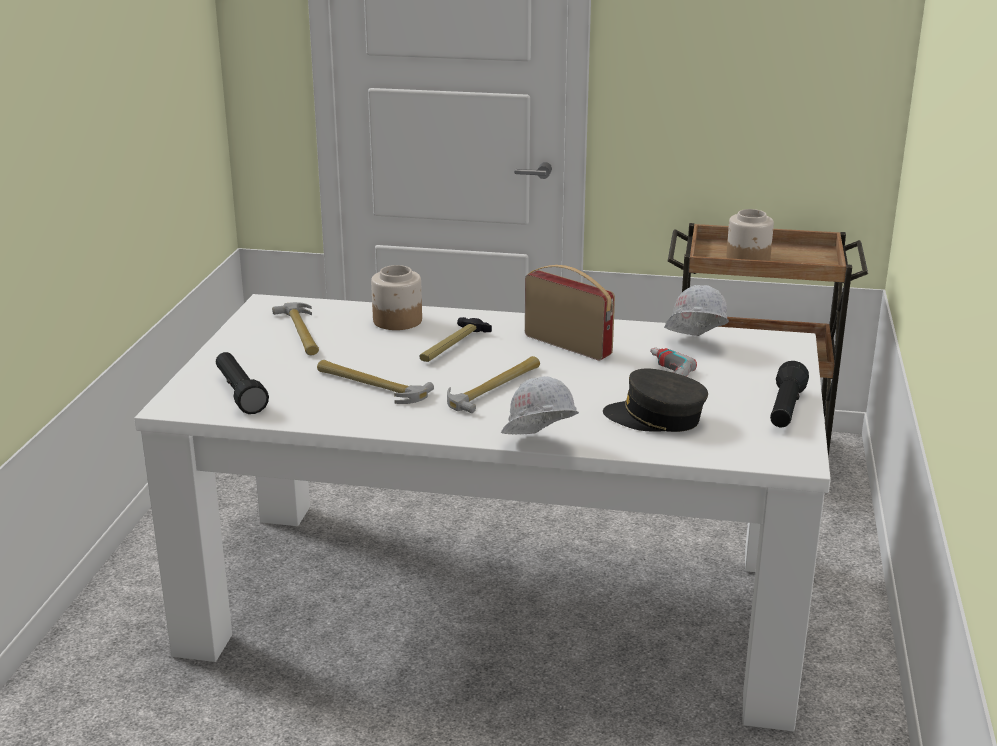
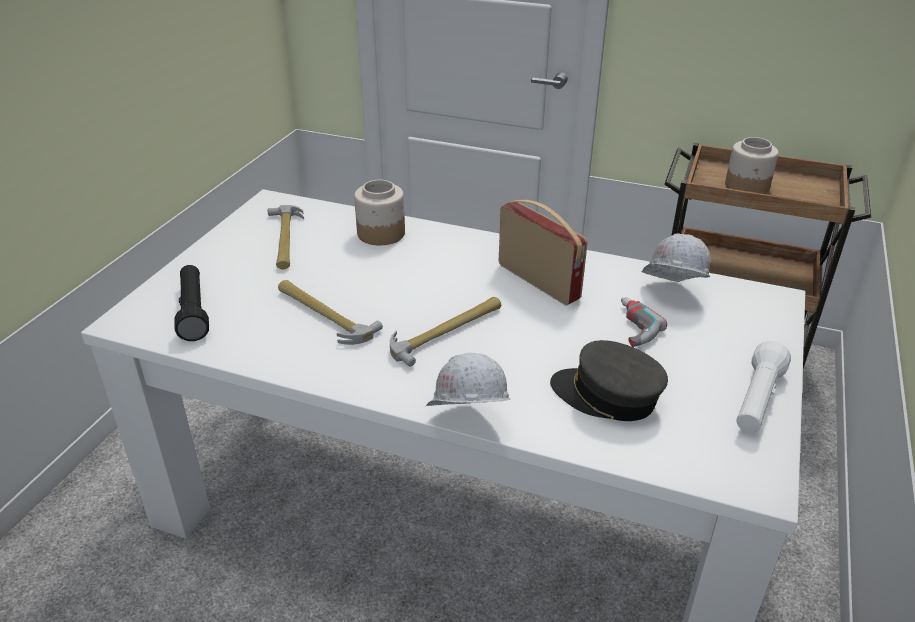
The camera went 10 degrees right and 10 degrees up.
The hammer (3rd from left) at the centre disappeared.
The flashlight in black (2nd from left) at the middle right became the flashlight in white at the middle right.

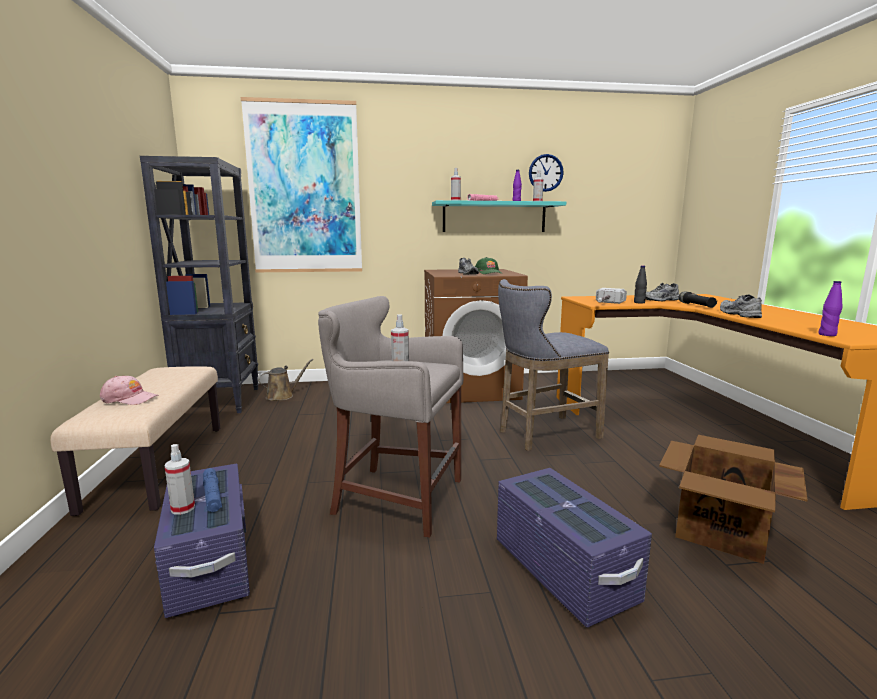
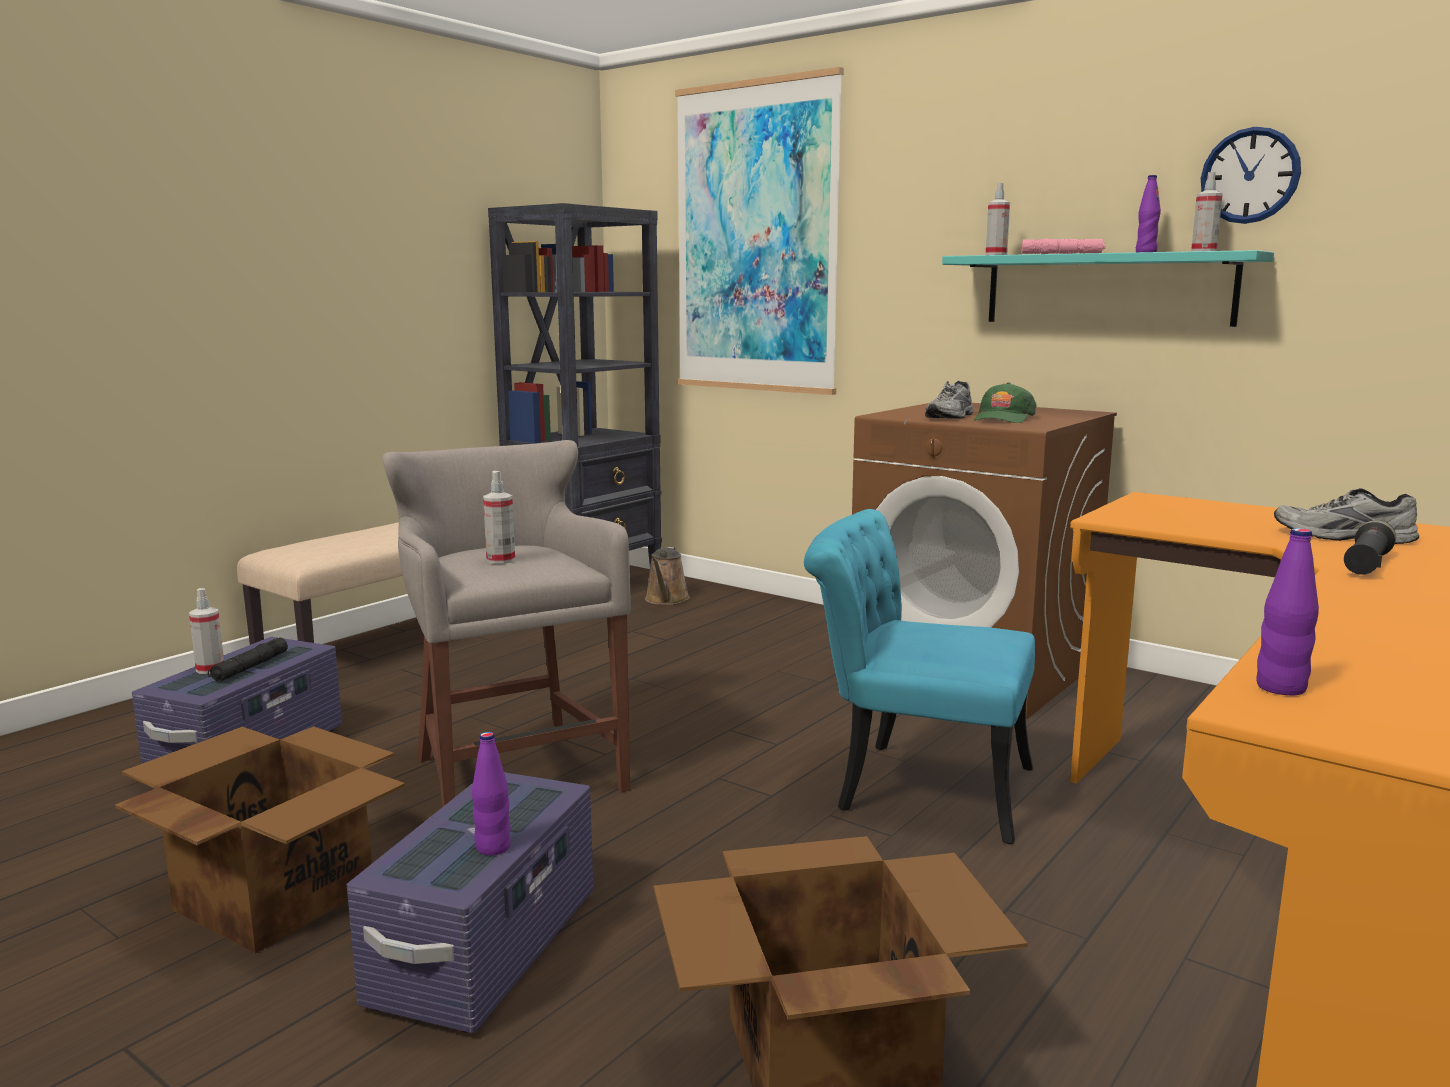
The camera went 45 degrees right and 0 degrees up.
The cap in pink at the middle left disappeared.
The flashlight in blue at the bottom left became the flashlight in black (1st from left) at the middle left.
The watering can in brown at the middle left turned 90 degrees clockwise.
The stool in grey (2nd from left) at the centre was replaced by the chair in turquoise at the centre.
The hammer at the middle right disappeared.
The bottle in black at the middle right disappeared.
The shoe in grey (3rd from left) at the middle right disappeared.
The cardboard box (1st from left) at the bottom left appeared.
The bottle in purple (1st from left) at the bottom centre appeared.

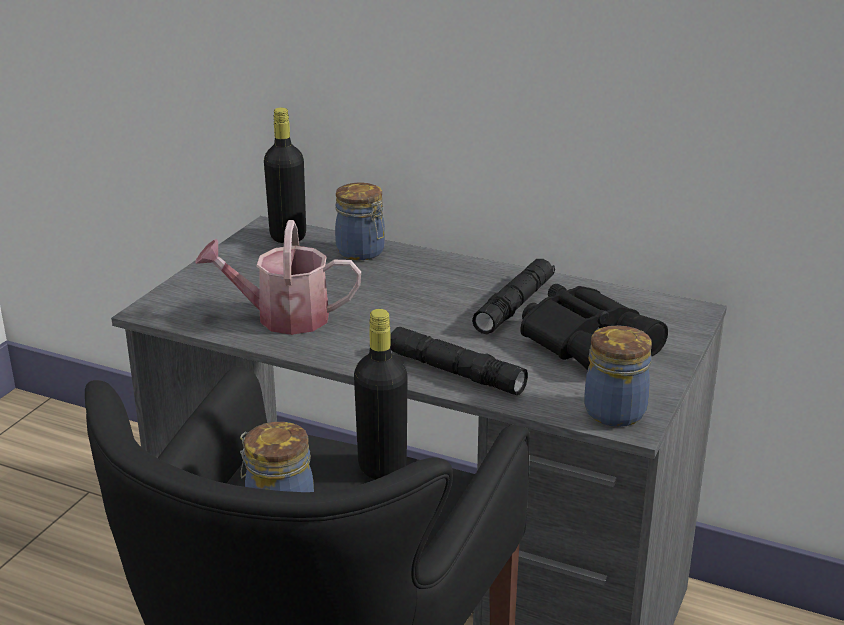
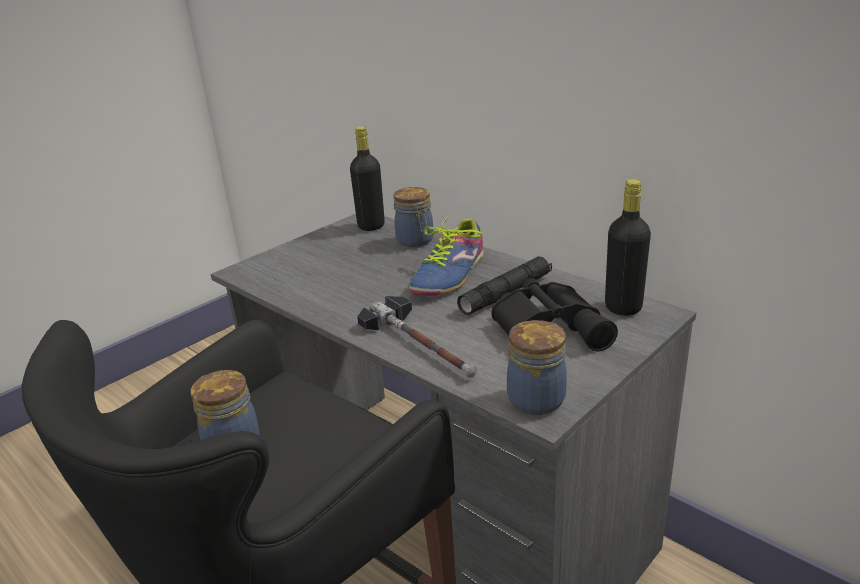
The camera went 20 degrees right and 0 degrees up.
The watering can at the middle left disappeared.
The bottle in black (2nd from left) moved from the centre to the middle right.
The flashlight in black (1st from left) at the centre was replaced by the hammer at the centre.
The shoe at the centre appeared.

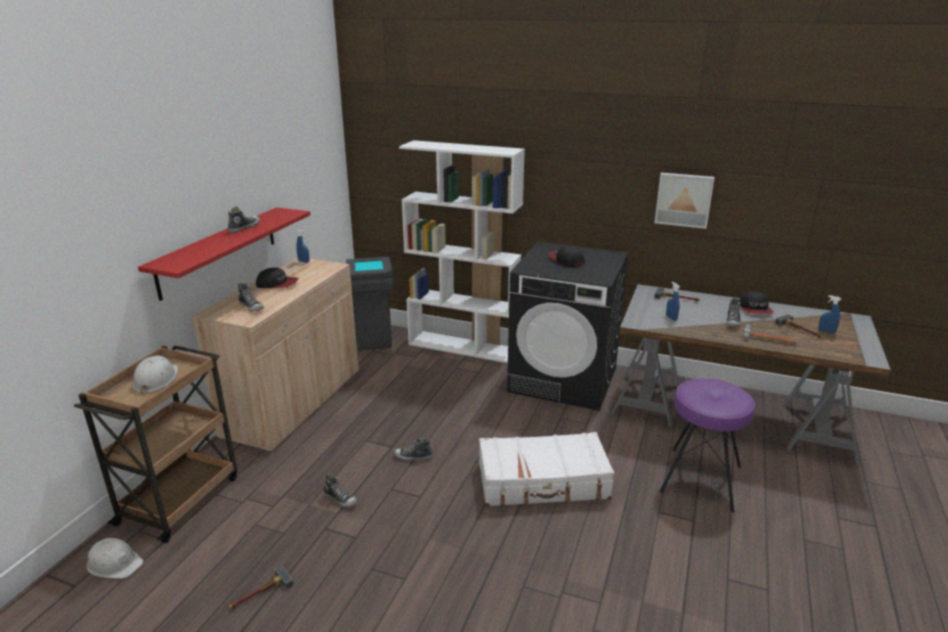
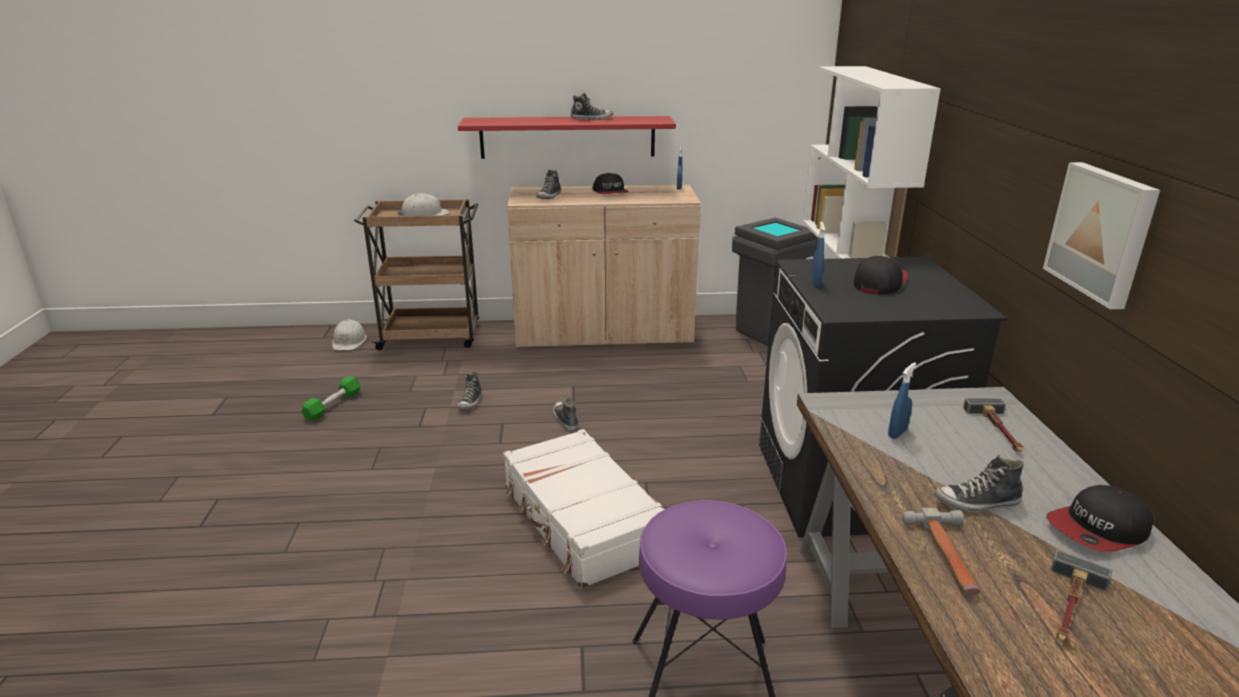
The camera went 65 degrees right and 0 degrees up.
The hammer (1st from left) at the bottom left was replaced by the dumbbell in green at the middle left.
The spray bottle in blue (3rd from left in the first image) moved from the middle right to the centre.

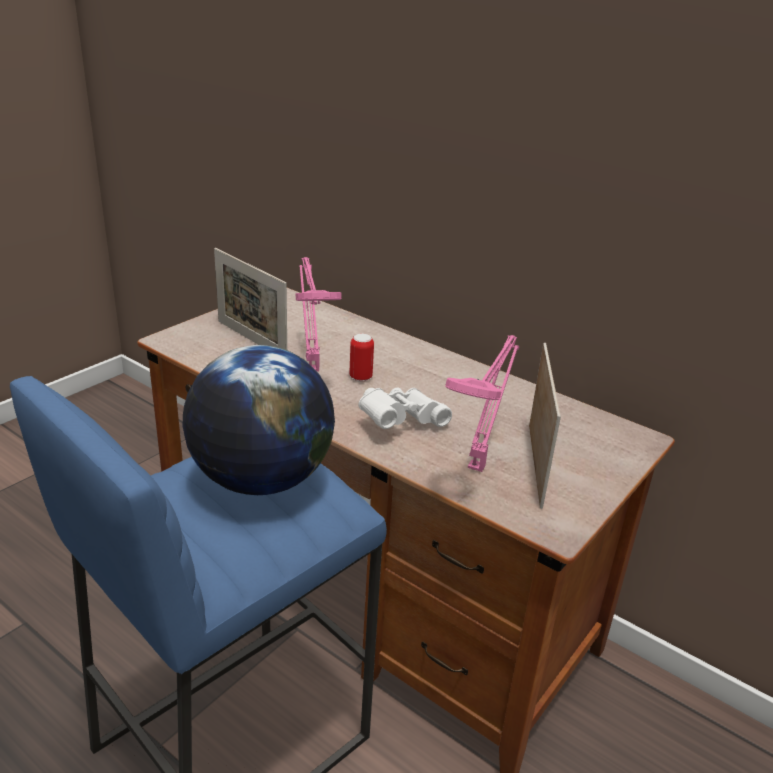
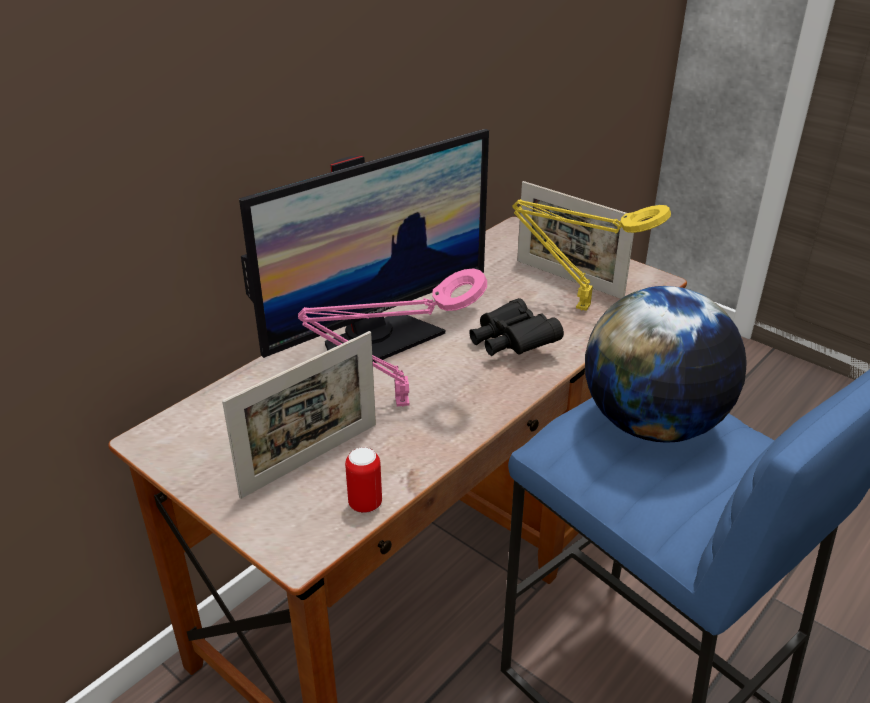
The camera went 85 degrees left and 5 degrees up.
The can moved from the centre to the bottom centre.
The binoculars in white at the centre became the binoculars in black at the centre.
The table lamp in pink (2nd from left) at the centre became the table lamp in yellow at the middle right.
The picture frame (2nd from left) at the middle right turned 150 degrees counterclockwise.
The monitor at the centre appeared.

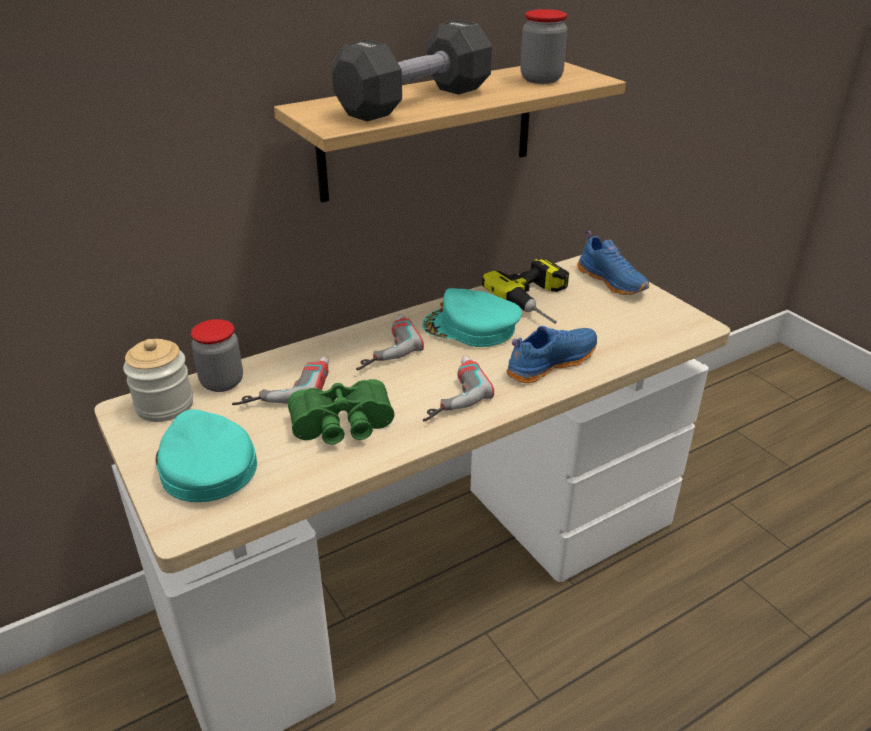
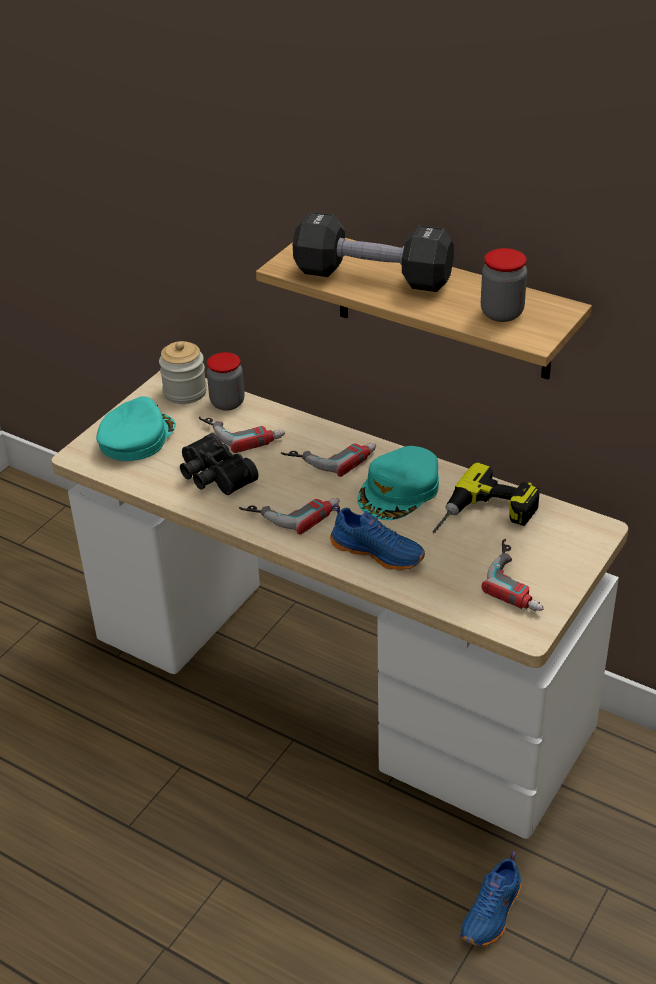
The camera went 65 degrees right and 5 degrees up.
The binoculars in green at the centre became the binoculars in black at the centre.
The cap in turquoise (2nd from left) at the centre turned 135 degrees counterclockwise.
The shoe in blue (2nd from left) moved from the middle right to the bottom right.
The power drill (5th from left) at the middle right appeared.

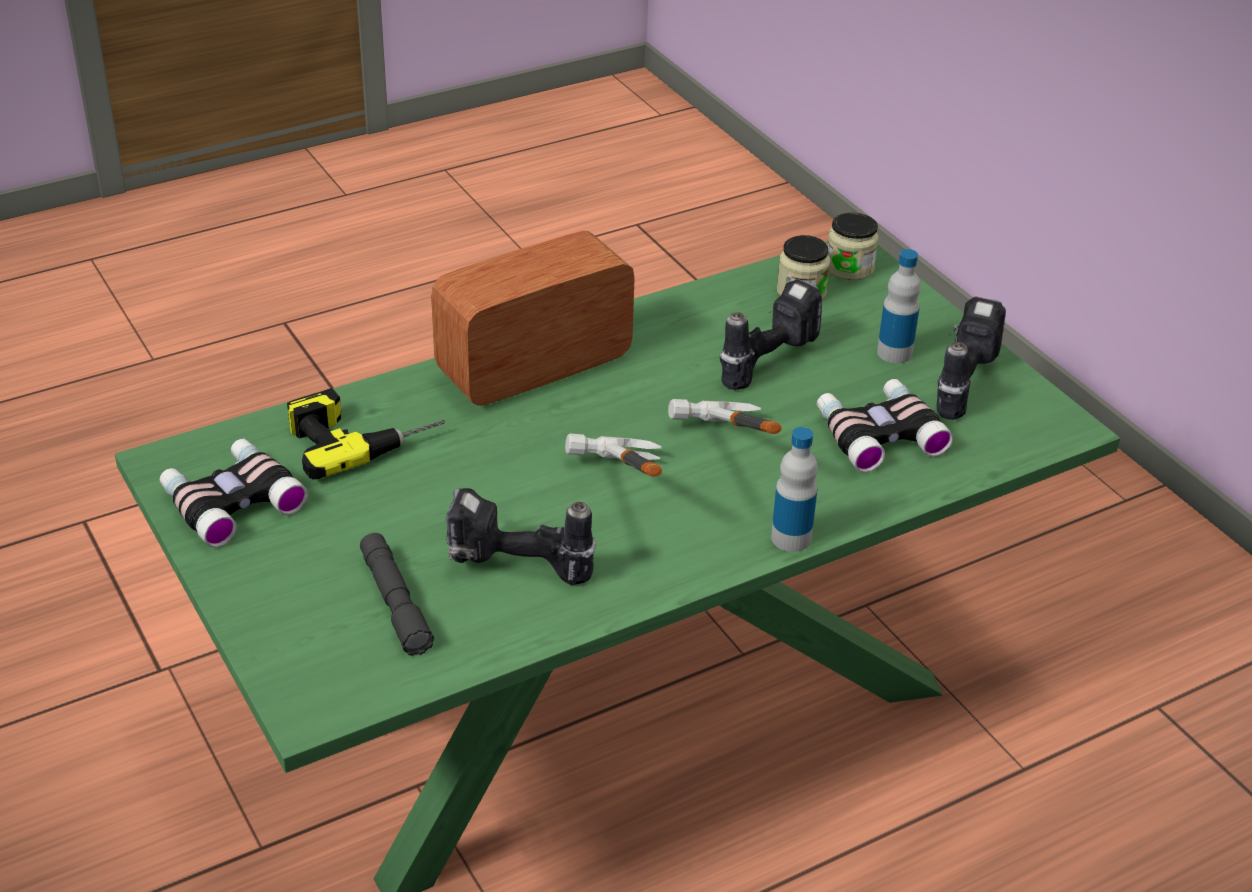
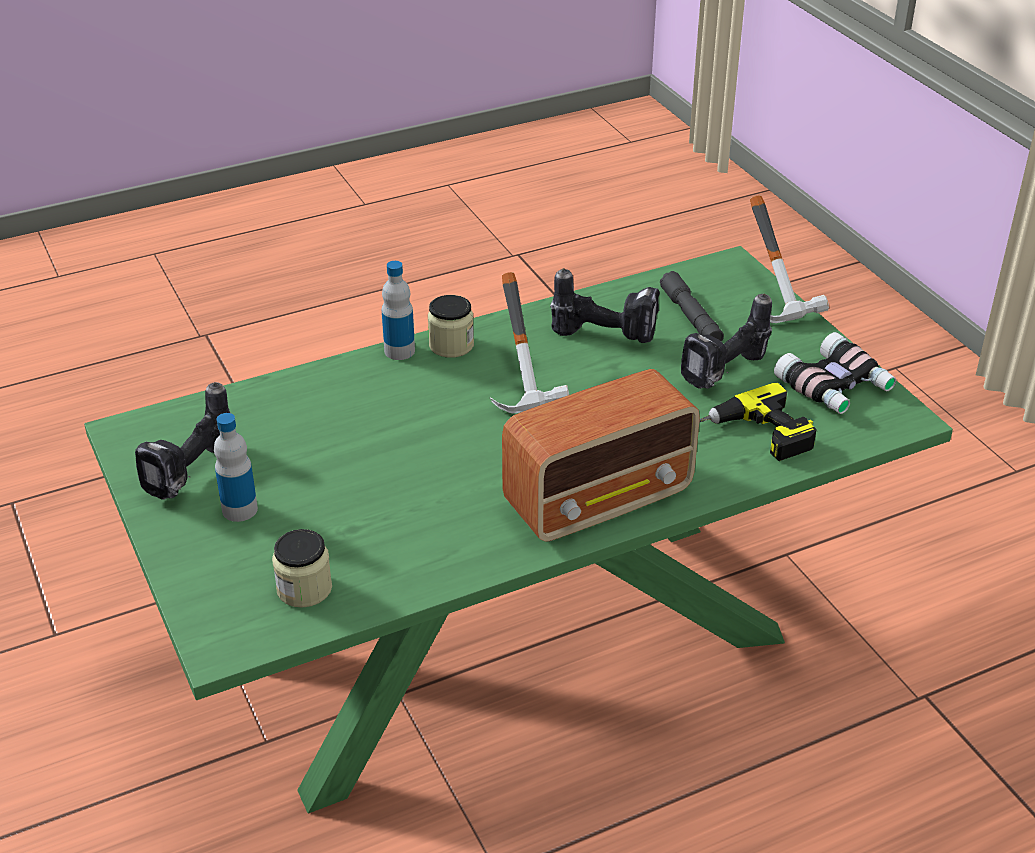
The camera went 175 degrees left and 0 degrees up.
The hammer (2nd from left) moved from the centre to the top right.
The power drill (3rd from left) moved from the centre to the middle right.
The binoculars (2nd from left) at the middle right disappeared.
The jar (2nd from left) moved from the top right to the centre.

